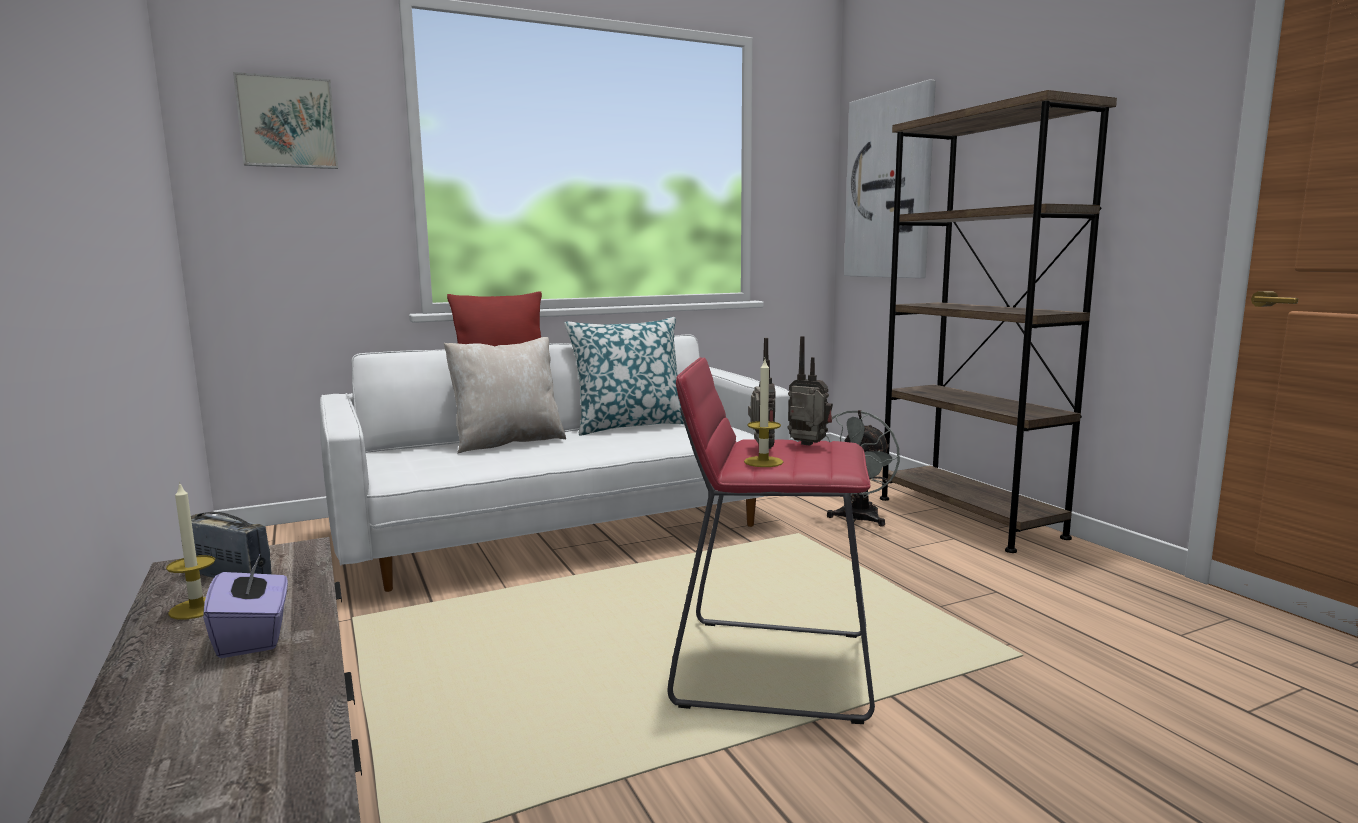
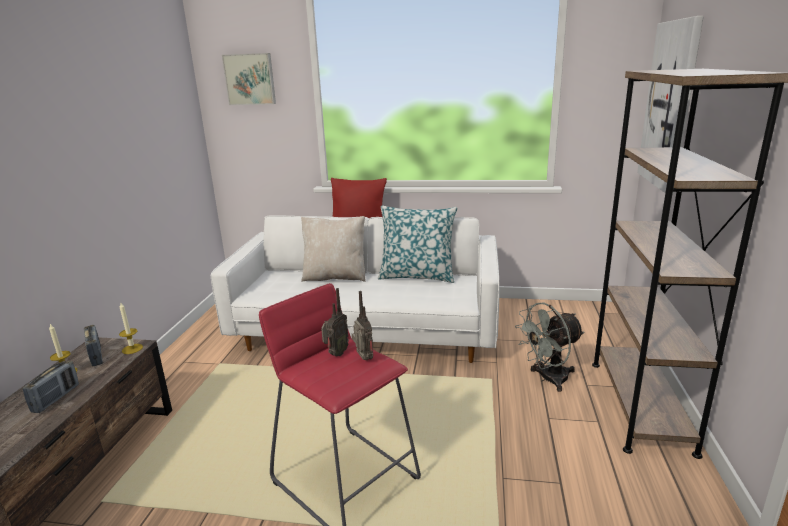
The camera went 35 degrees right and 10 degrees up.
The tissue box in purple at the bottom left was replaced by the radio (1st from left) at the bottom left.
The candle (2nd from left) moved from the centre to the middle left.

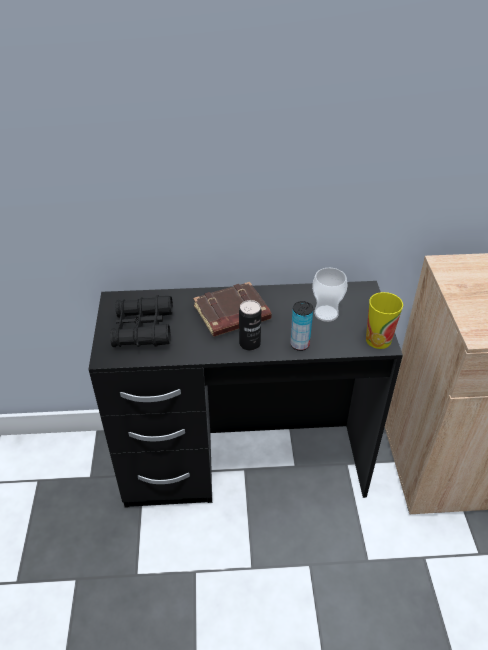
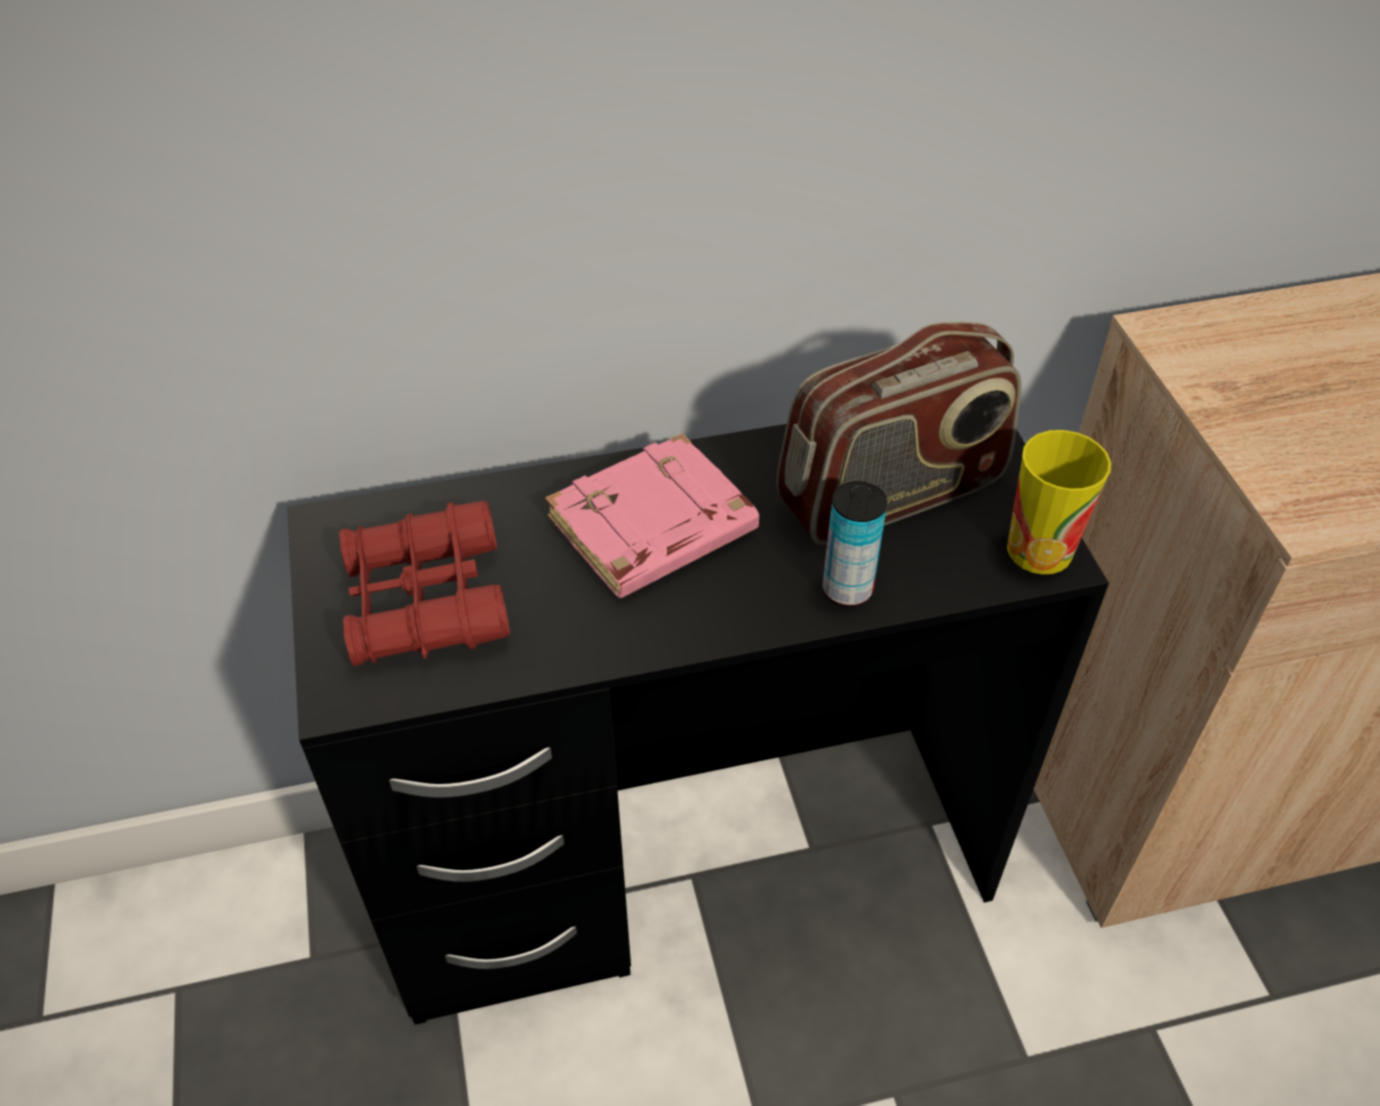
The camera went 10 degrees left and 5 degrees up.
The binoculars in black at the middle left became the binoculars in red at the middle left.
The book in brown at the centre became the book in pink at the centre.
The can (1st from left) at the centre disappeared.
The cup (1st from left) at the middle right was replaced by the radio at the centre.

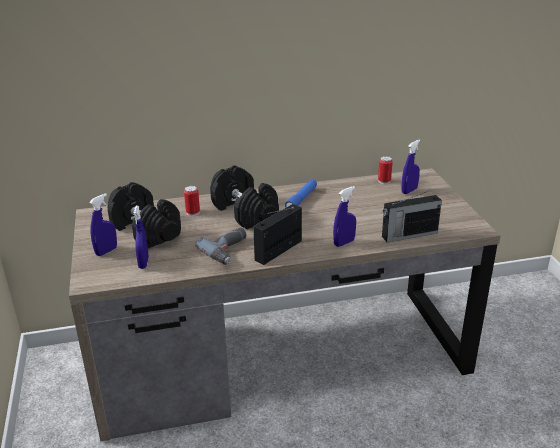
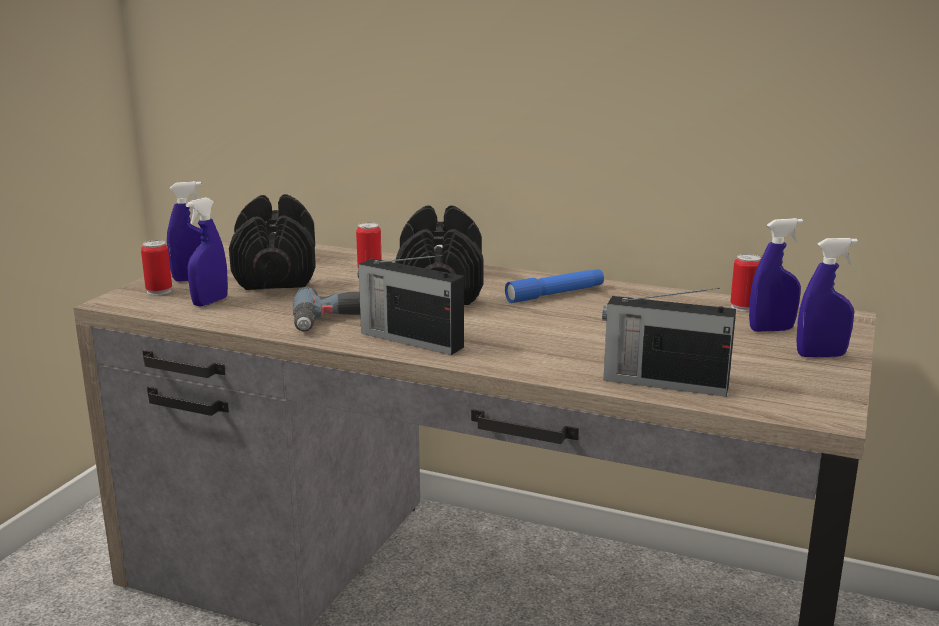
The camera went 35 degrees right and 10 degrees down.
The radio (1st from left) at the centre turned 135 degrees counterclockwise.
The spray bottle in blue (3rd from left in the first image) moved from the centre to the middle right.
The can (1st from left) at the middle left appeared.

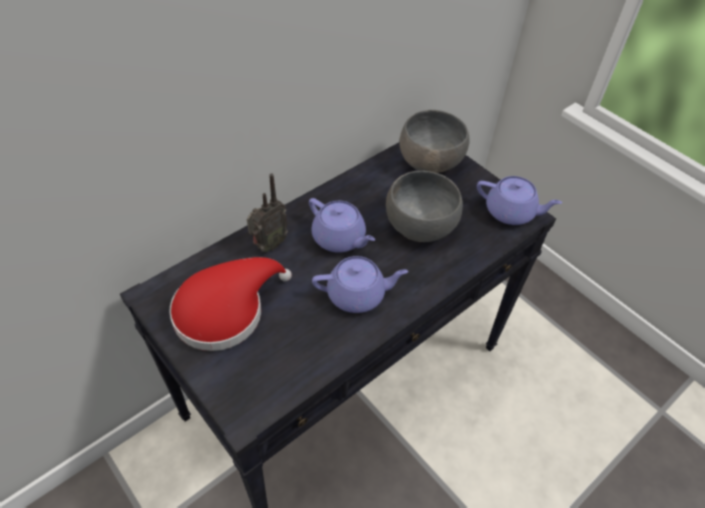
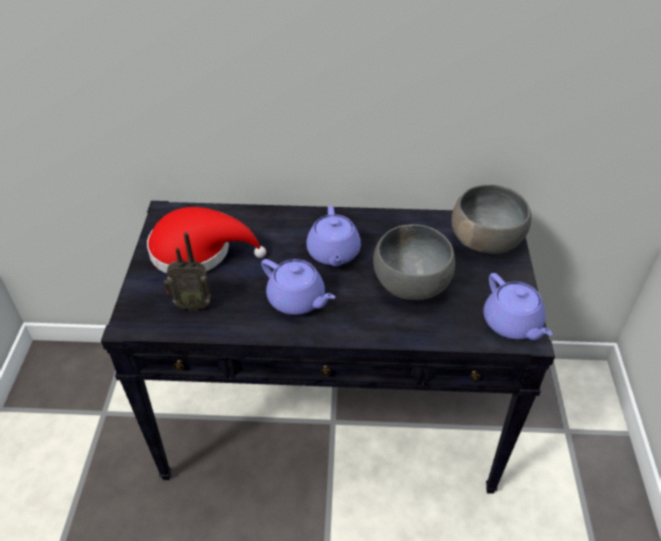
The camera went 45 degrees right and 5 degrees down.
The radio moved from the centre to the middle left.

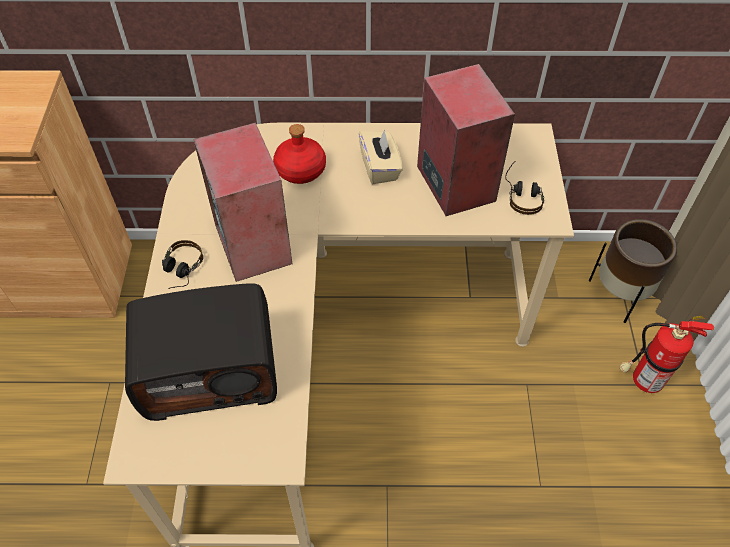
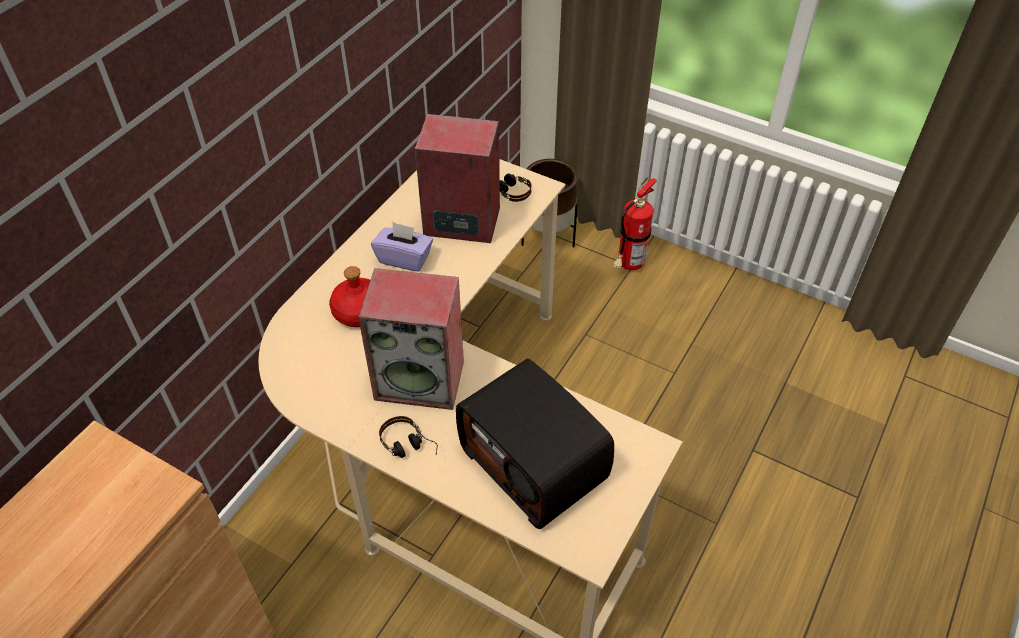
The camera went 60 degrees left and 5 degrees down.
The radio at the middle left turned 120 degrees clockwise.
The tissue box in beige at the top centre became the tissue box in purple at the centre.

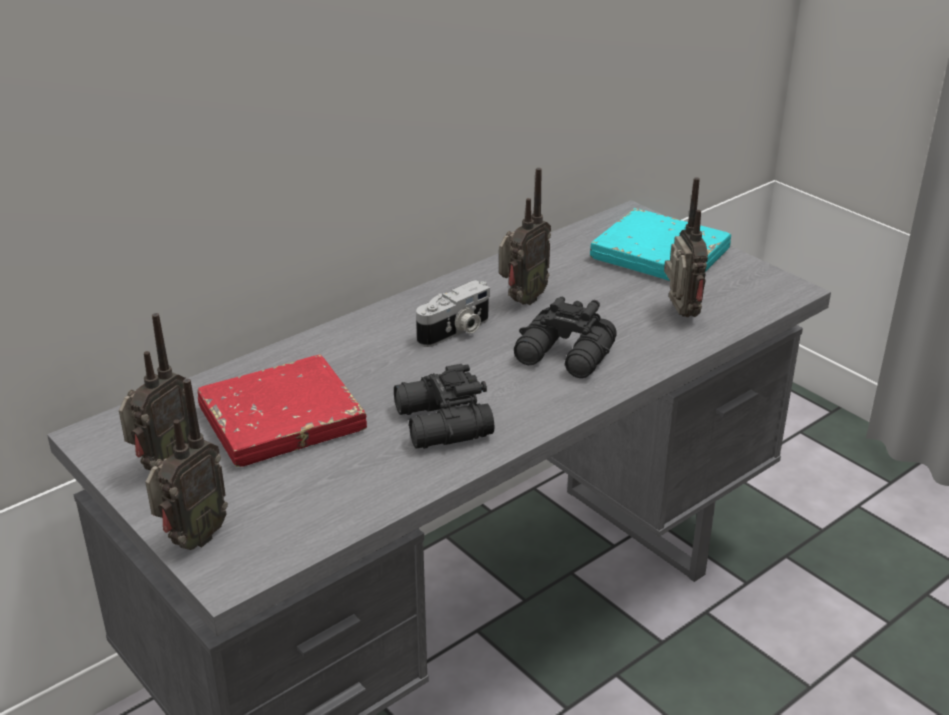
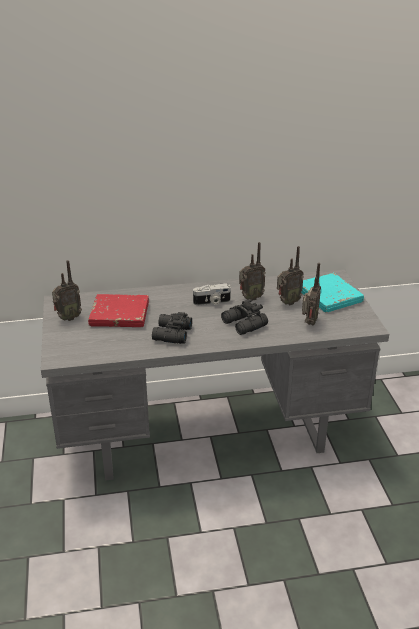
The camera went 30 degrees right and 0 degrees up.
The radio (2nd from left in the first image) moved from the middle left to the middle right.

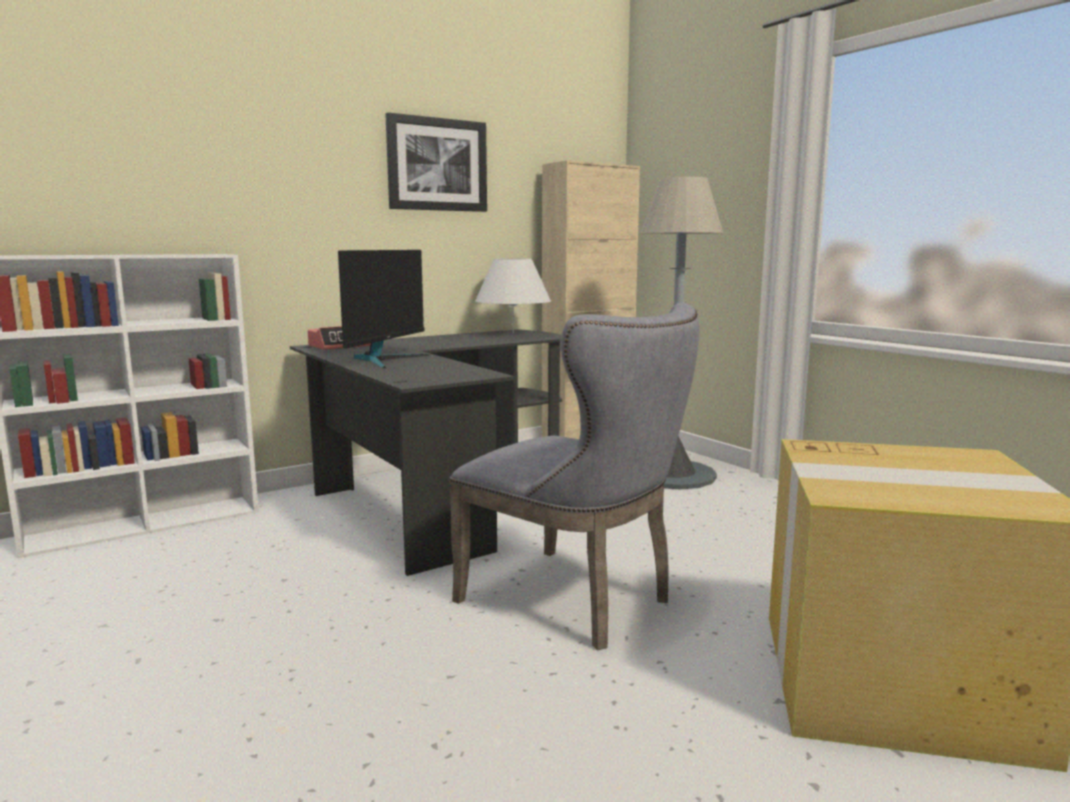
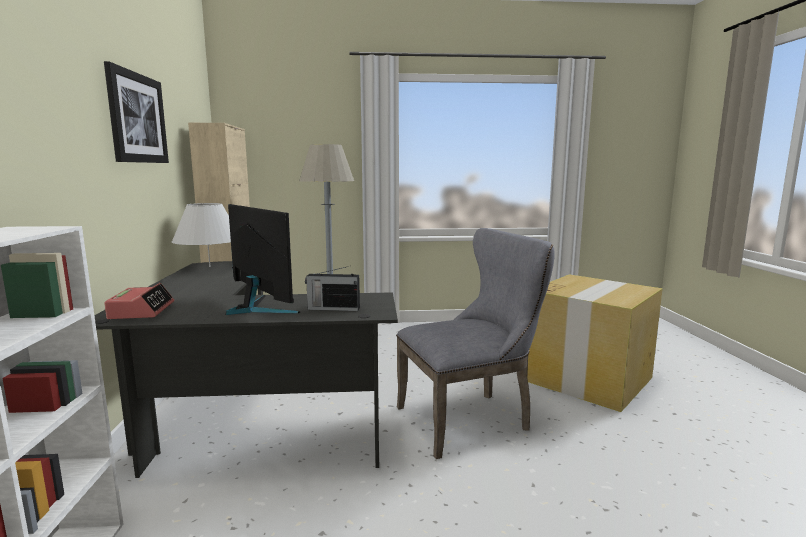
The camera went 60 degrees left and 0 degrees up.
The radio at the centre appeared.

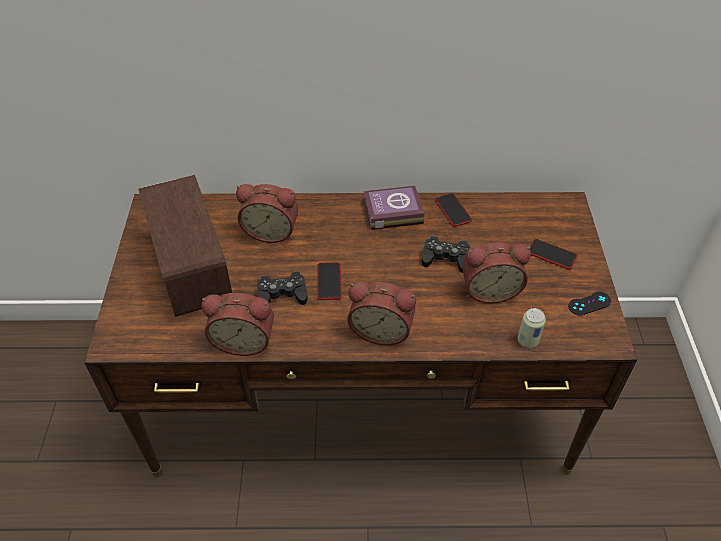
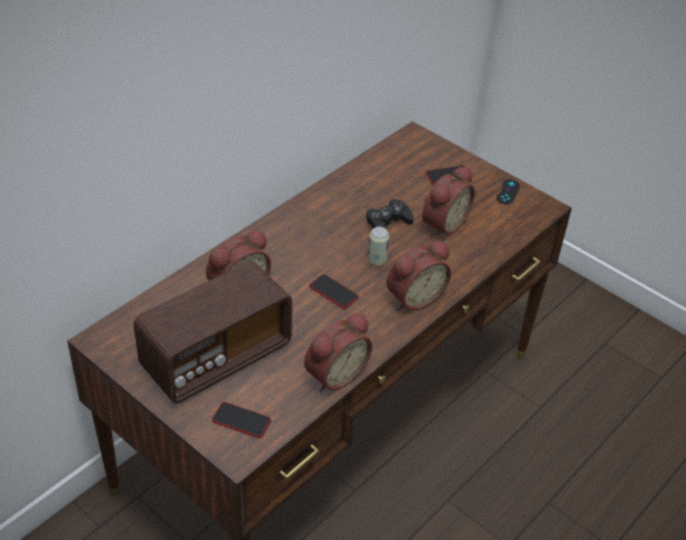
The camera went 50 degrees left and 5 degrees down.
The radio at the middle left turned 60 degrees counterclockwise.
The game controller in black (1st from left) at the centre disappeared.
The book at the centre disappeared.
The phone (2nd from left in the first image) moved from the centre to the bottom centre.
The can moved from the middle right to the centre.

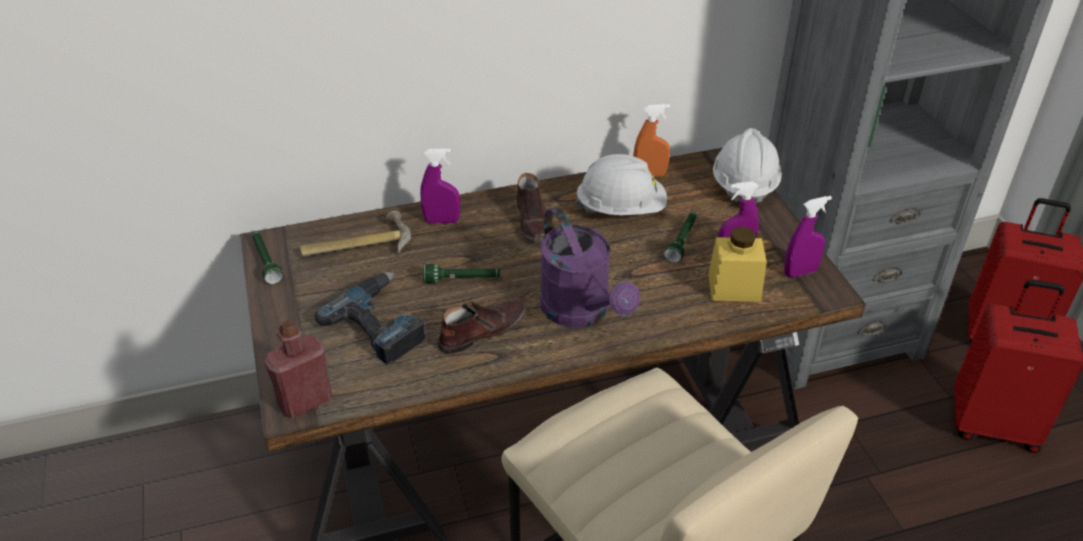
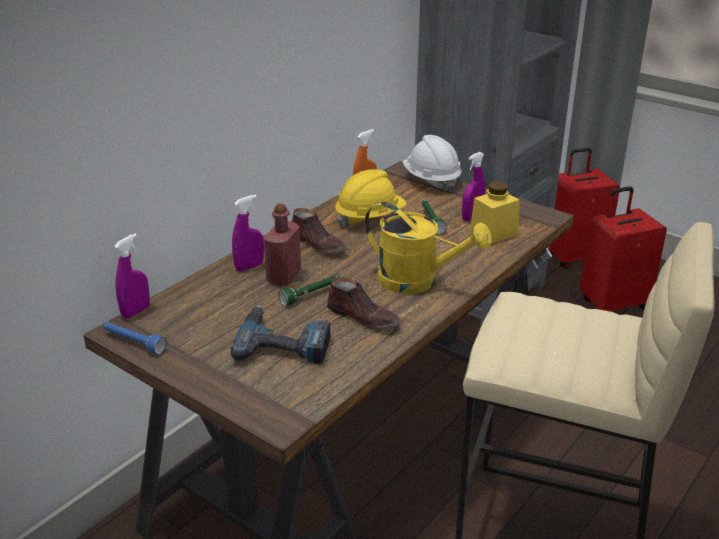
The camera went 35 degrees left and 10 degrees down.
The flashlight in green (1st from left) at the middle left became the flashlight in blue at the middle left.
The bottle in red moved from the bottom left to the centre.
The hammer at the middle left disappeared.
The shoe in brown (1st from left in the first image) at the centre turned 105 degrees clockwise.
The watering can in purple at the centre became the watering can in yellow at the centre.
The hard hat in white (1st from left) at the centre became the hard hat in yellow at the centre.
The spray bottle in purple (3rd from left in the first image) moved from the middle right to the middle left.

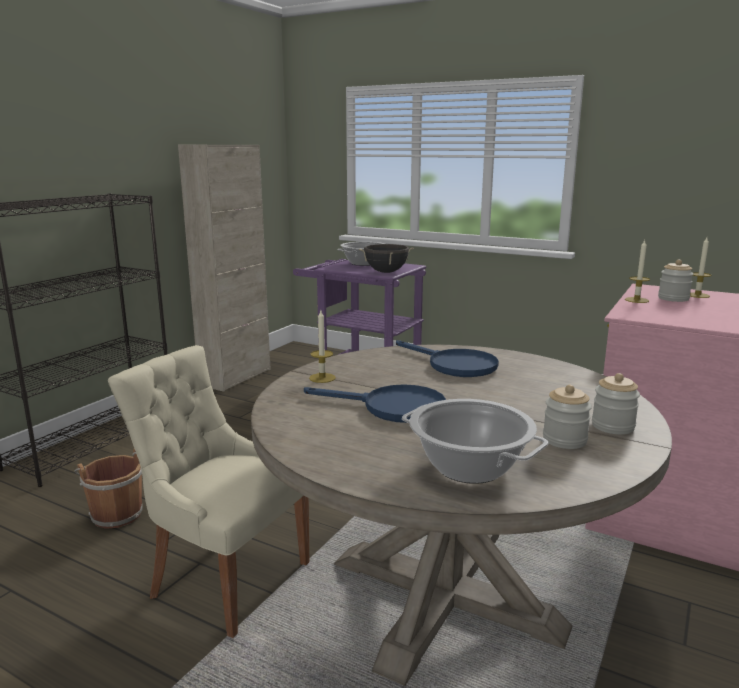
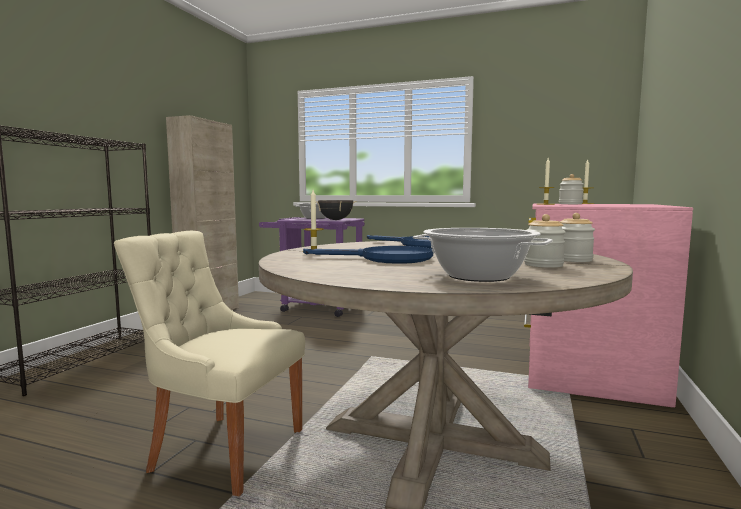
The camera went 10 degrees left and 10 degrees down.
The bucket in brown at the bottom left disappeared.

